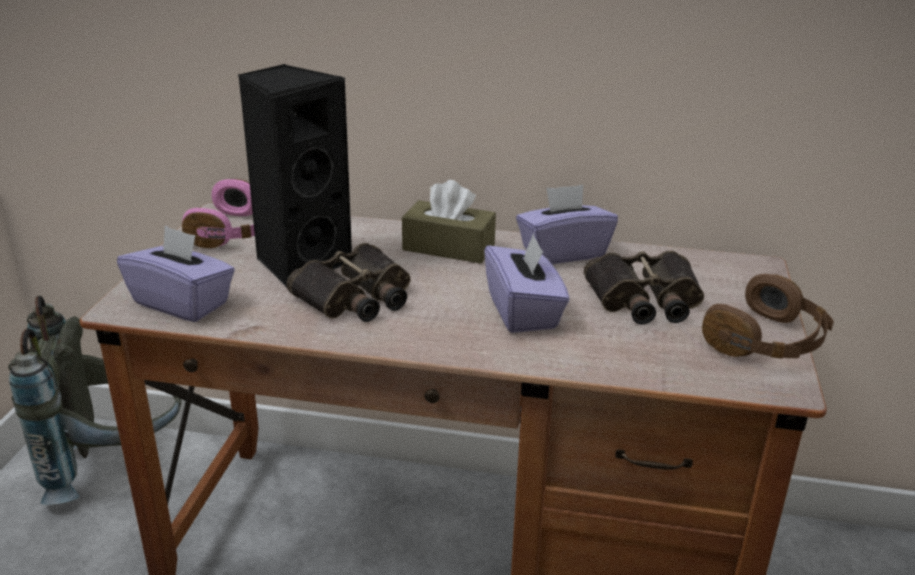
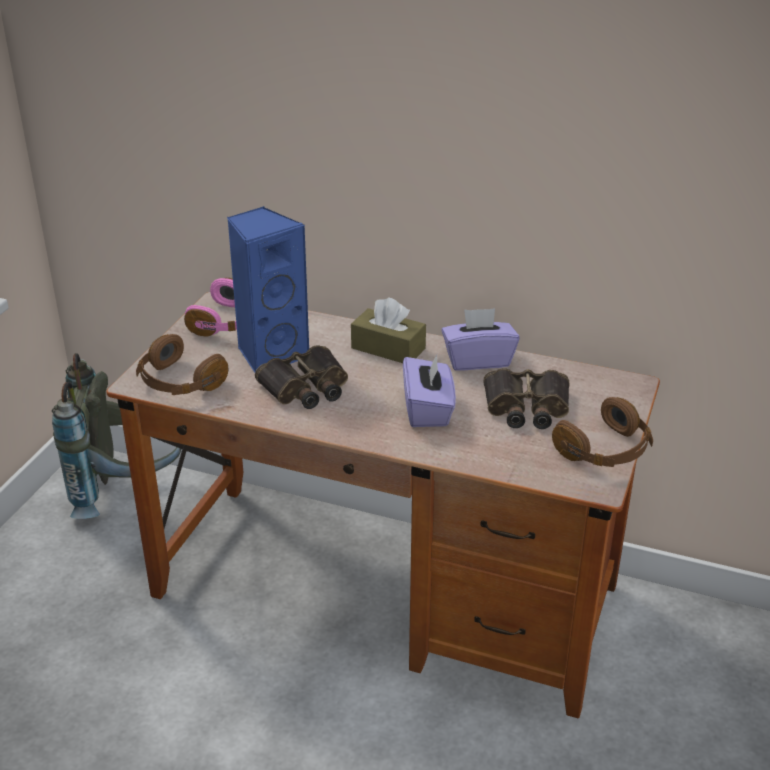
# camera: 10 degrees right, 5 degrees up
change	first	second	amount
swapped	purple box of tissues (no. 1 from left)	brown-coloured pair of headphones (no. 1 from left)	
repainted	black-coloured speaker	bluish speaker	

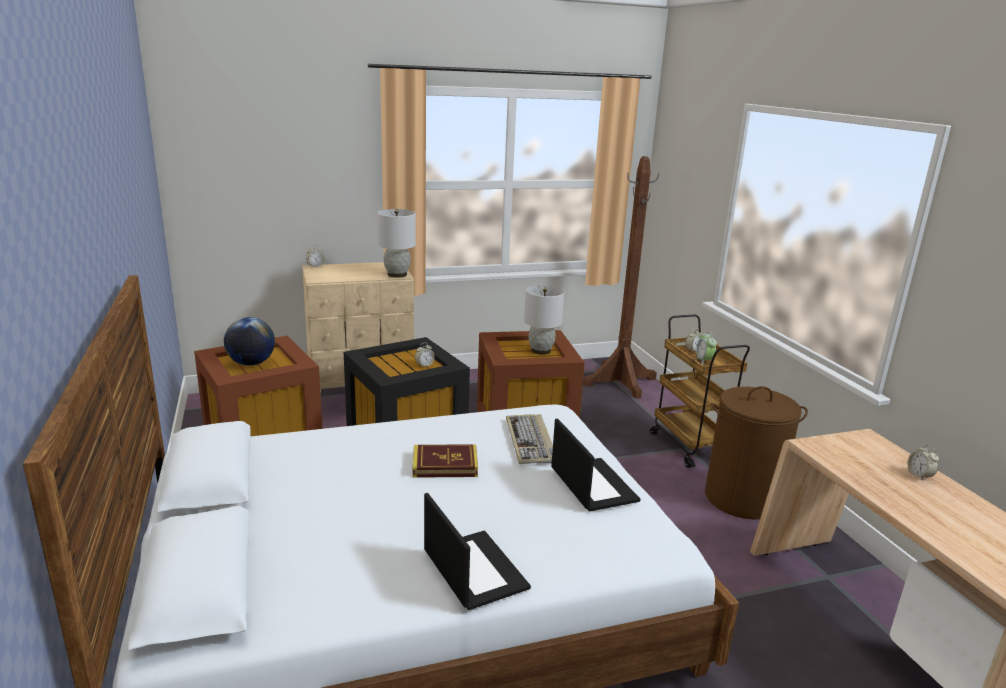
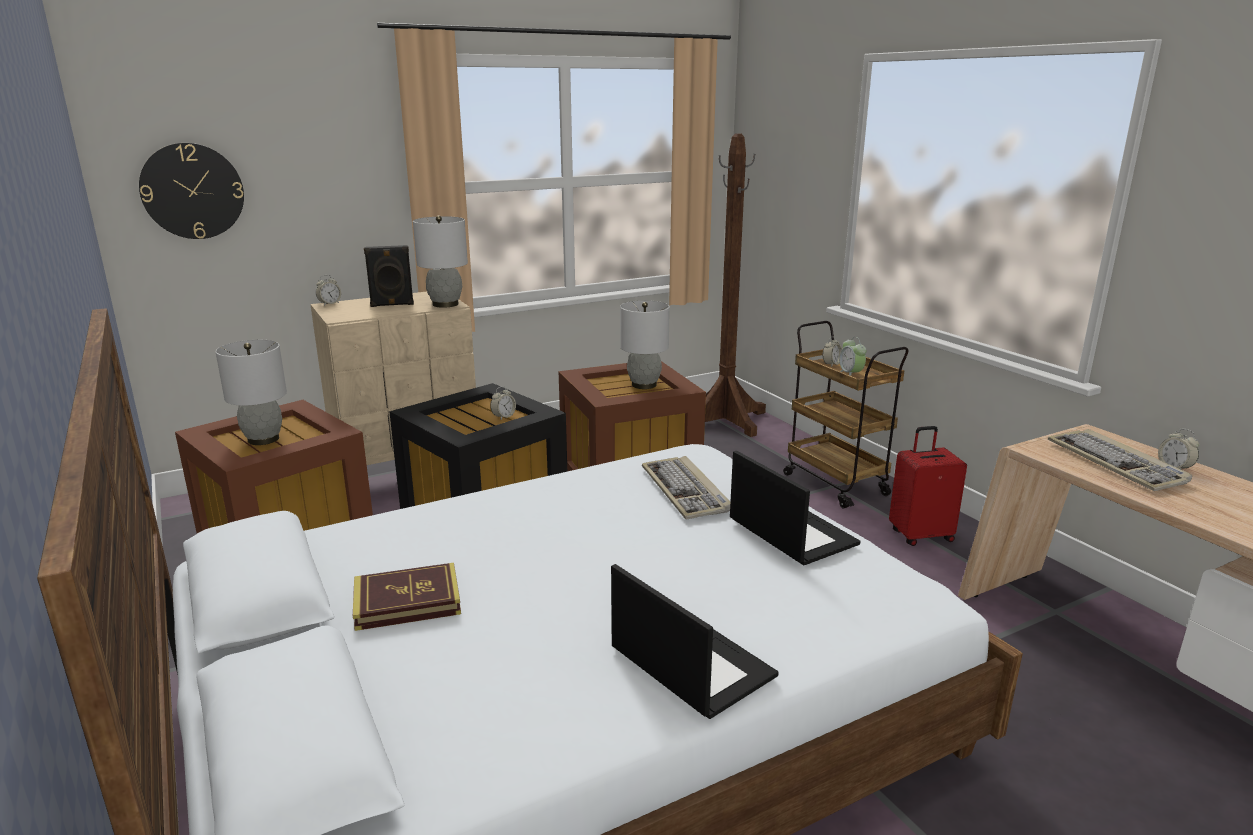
# camera: 10 degrees left, 0 degrees up
change	first	second	amount
new		hanging clock	
swapped	world globe	whitish lamp for a table (no. 1 from left)	
shifted	bound book		
new		black-coloured speaker	
swapped	brown-coloured washing basket	red travel case	
new		keyboard (no. 2 from left)	

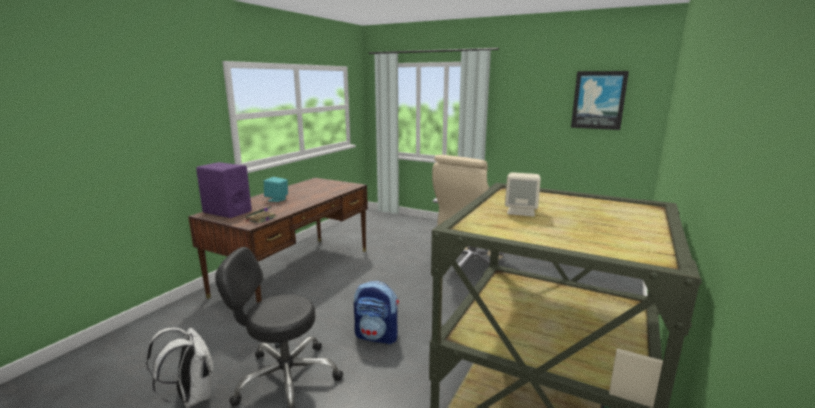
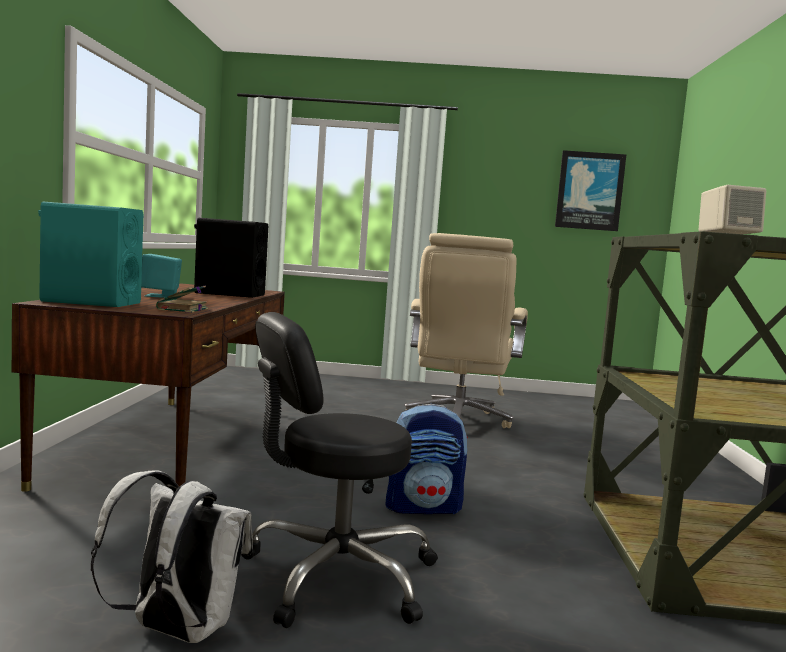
# camera: 25 degrees left, 10 degrees down
change	first	second	amount
repainted	purple speaker	turquoise-coloured speaker (no. 1 from left)	
new		black-coloured speaker	

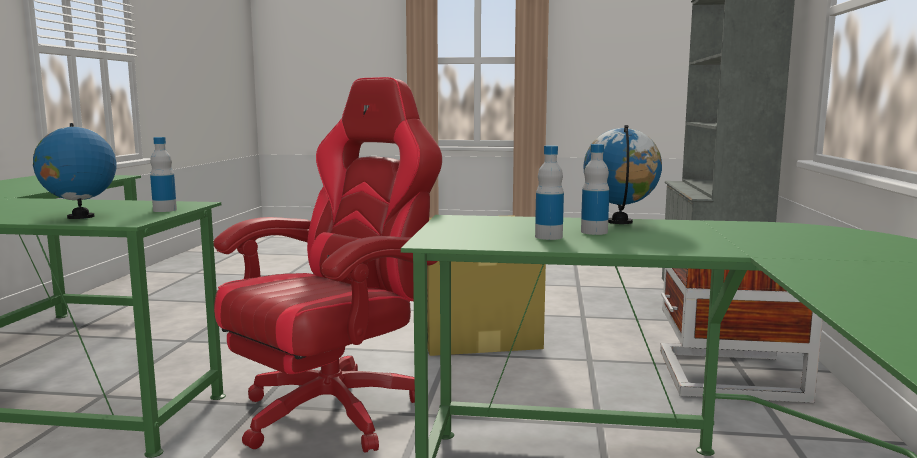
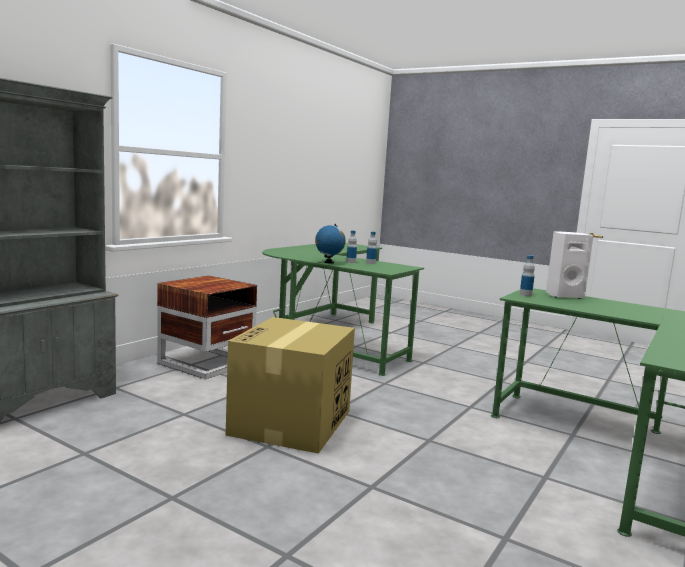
# camera: 155 degrees left, 0 degrees up
change	first	second	amount
swapped	world globe (no. 1 from left)	whitish speaker	
gone	red office chair		

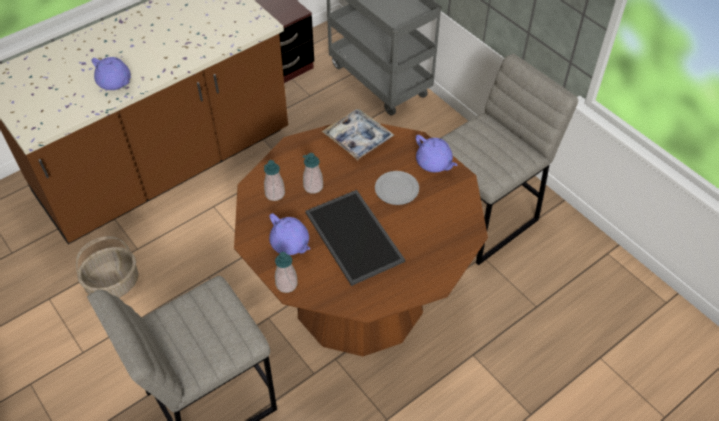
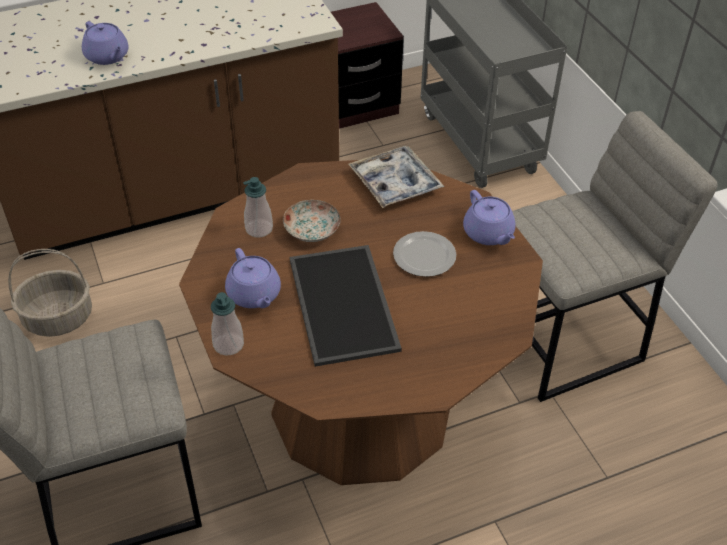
# camera: 15 degrees right, 5 degrees down
change	first	second	amount
swapped	liquid soap bottle (no. 3 from left)	flat dish (no. 1 from left)	

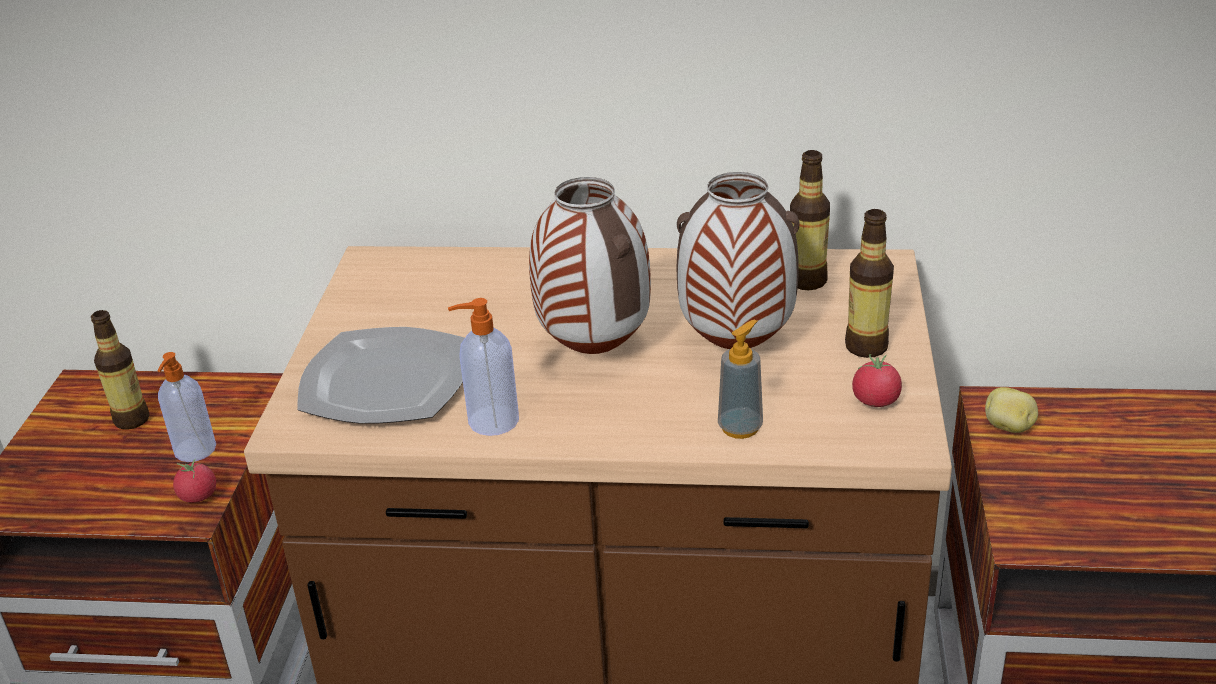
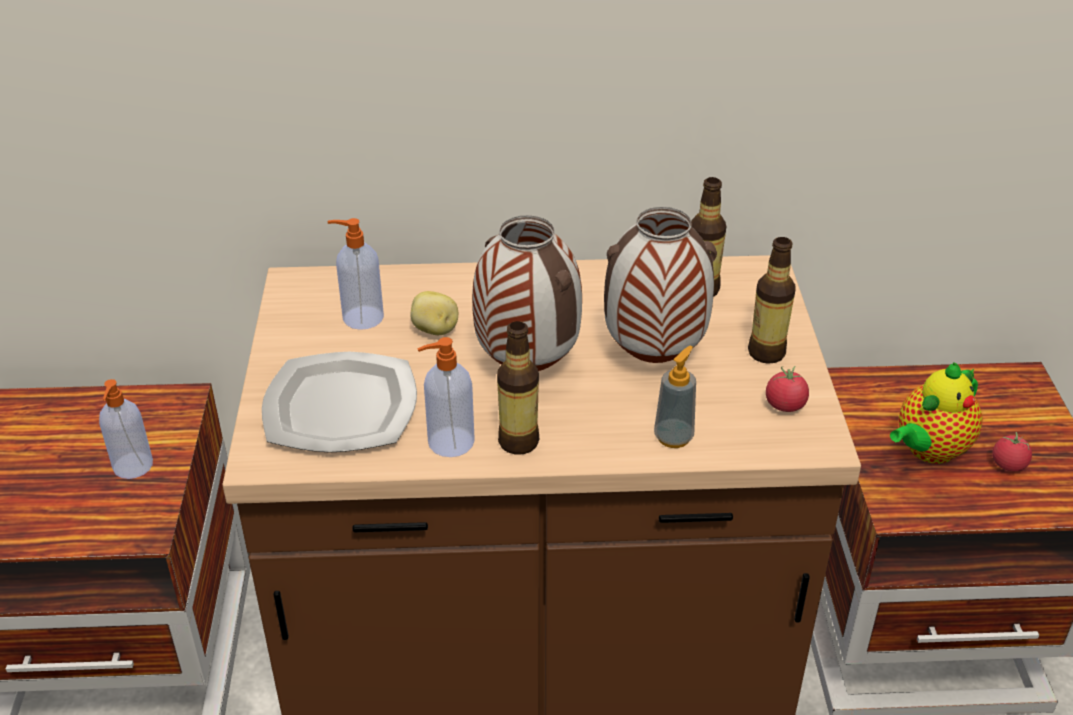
# camera: 10 degrees left, 5 degrees up
change	first	second	amount
new		liquid soap bottle (no. 2 from left)	
shifted	whole potato		
shifted	drink bottle (no. 1 from left)		
new		teapot	
shifted	fresh tomato (no. 1 from left in the first image)	fresh tomato (no. 2 from left)	

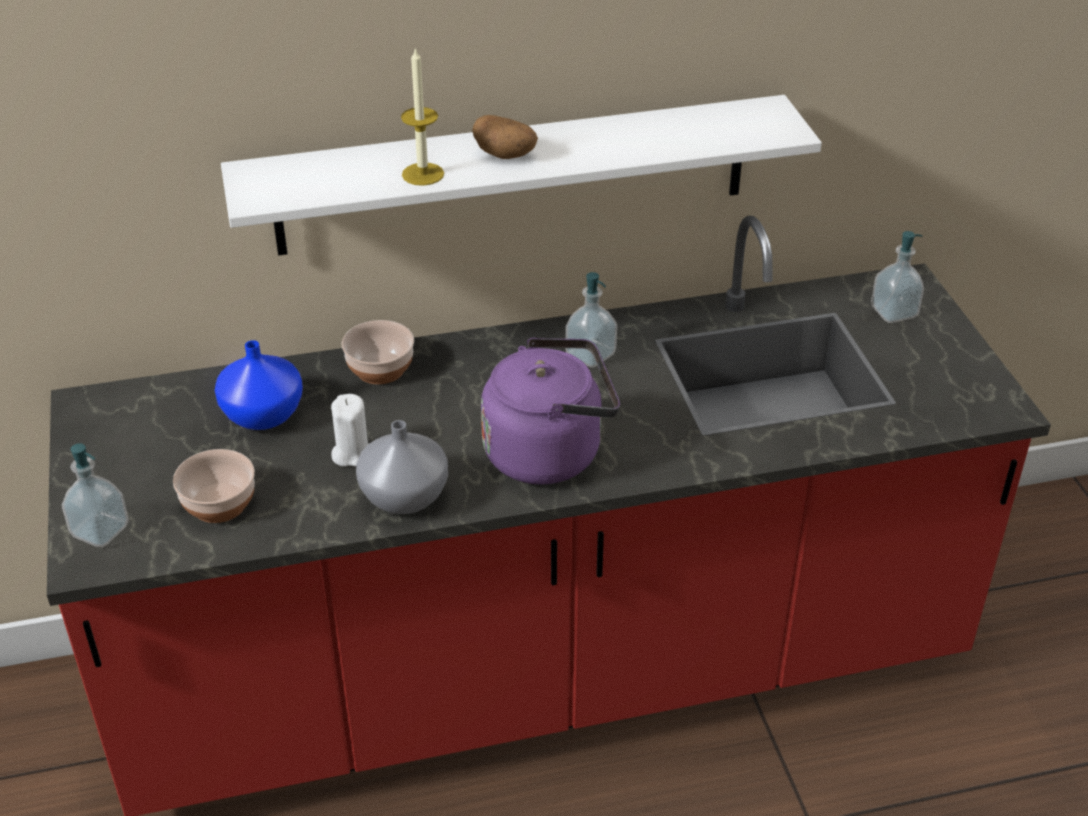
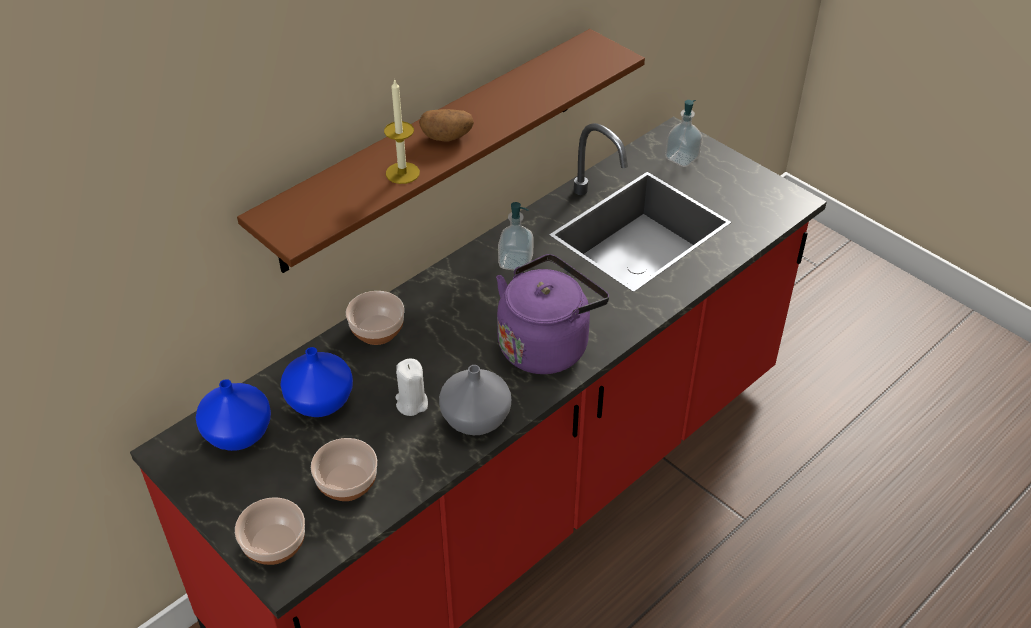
# camera: 30 degrees left, 5 degrees up
change	first	second	amount
new		bluish decorative vase (no. 1 from left)	
swapped	liquid soap bottle (no. 1 from left)	deep dish (no. 1 from left)	
repainted	whitish wall shelf	brown-coloured wall shelf	

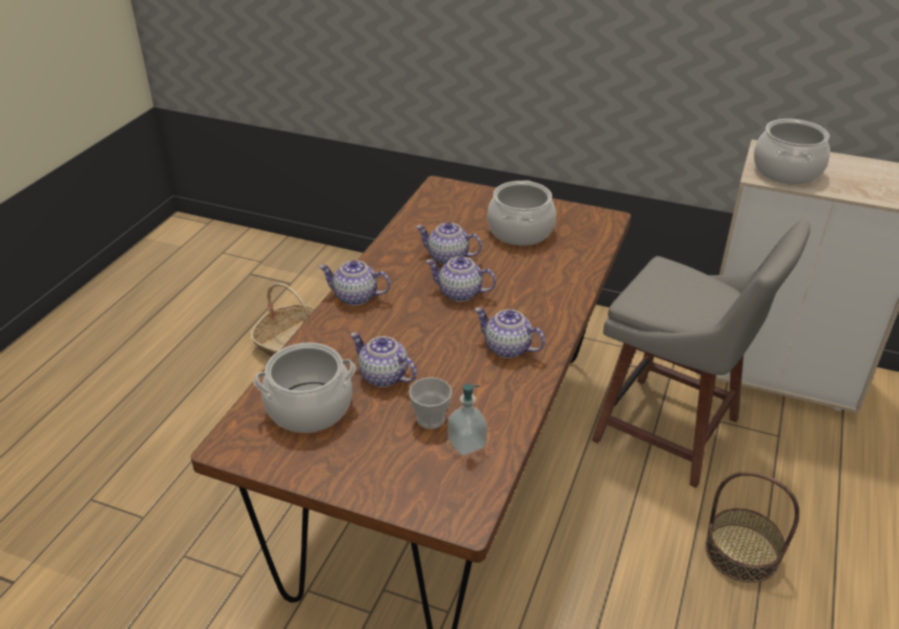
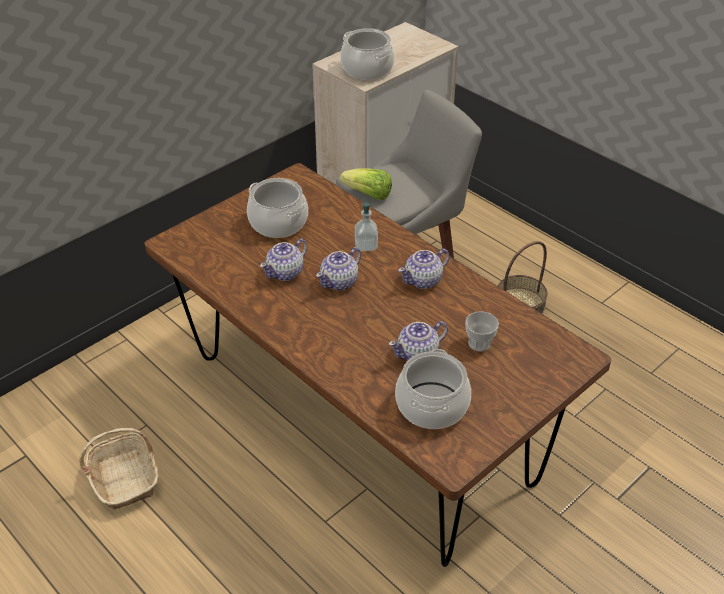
# camera: 65 degrees left, 5 degrees up
change	first	second	amount
new		head of lettuce	
shifted	liquid soap bottle		
gone	teapot (no. 1 from left)		

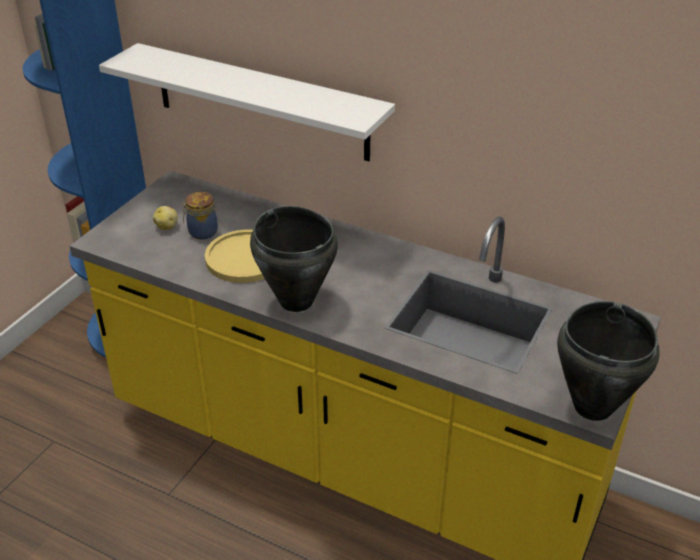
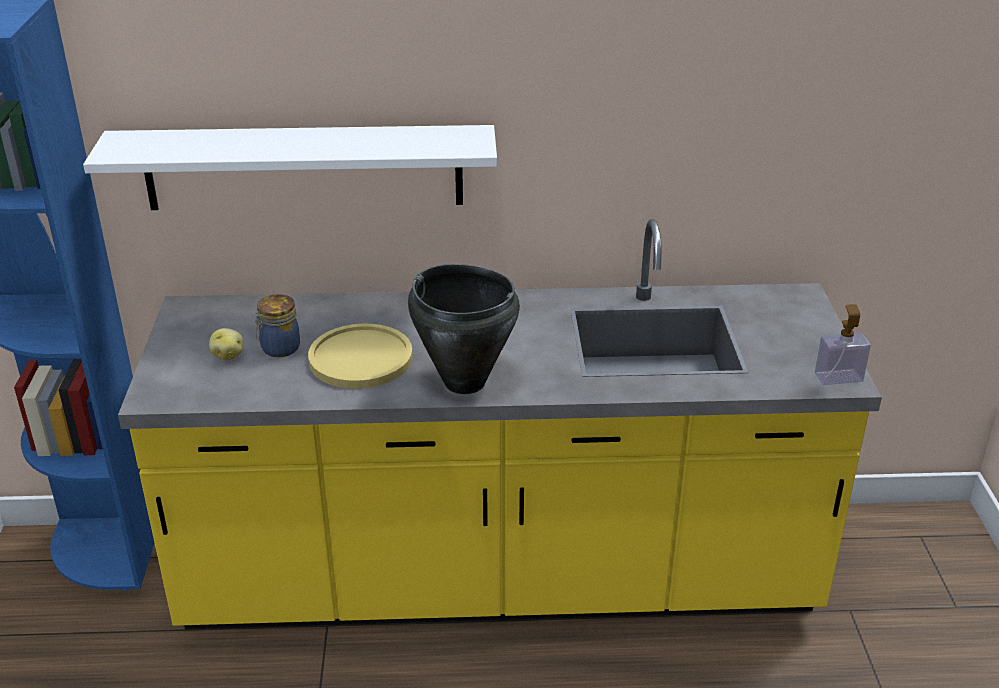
# camera: 30 degrees left, 5 degrees down
change	first	second	amount
swapped	black-coloured saucepot (no. 2 from left)	liquid soap bottle	

